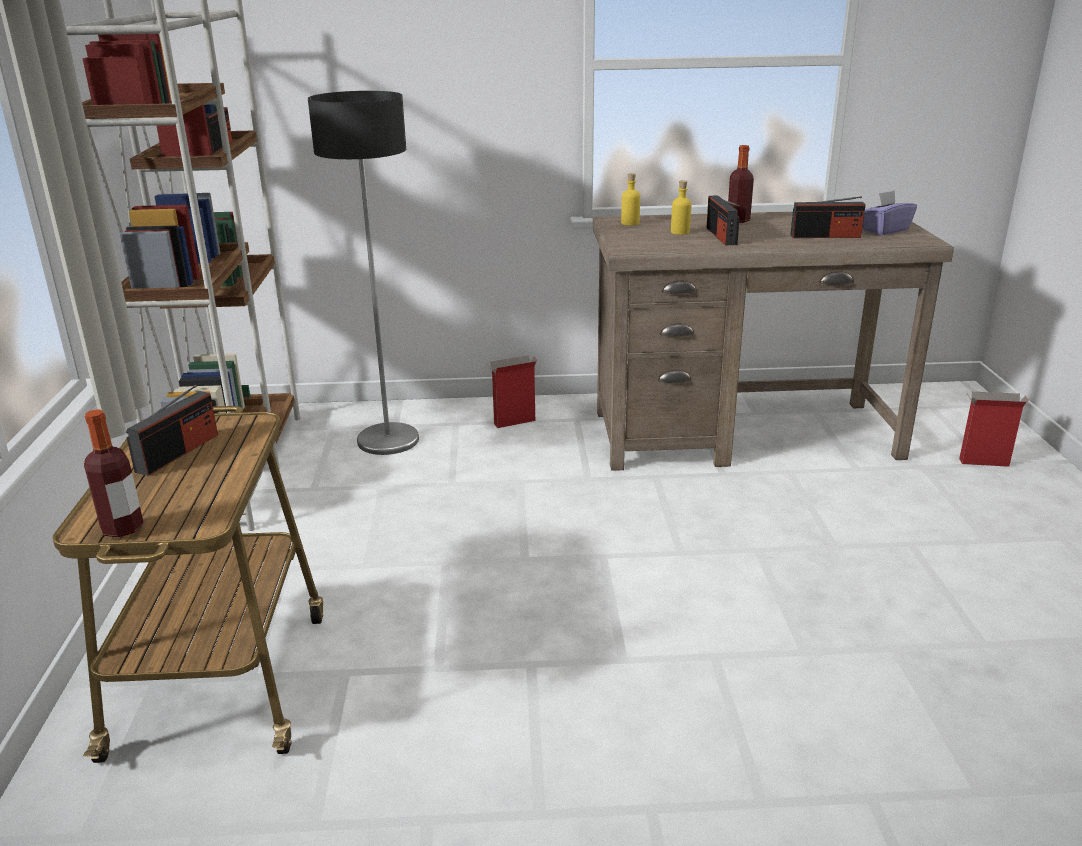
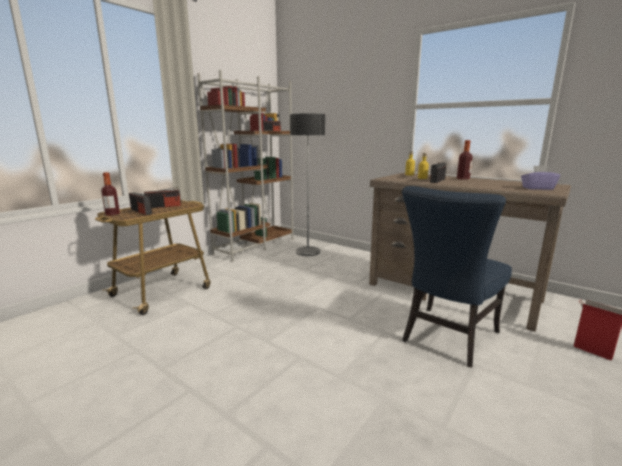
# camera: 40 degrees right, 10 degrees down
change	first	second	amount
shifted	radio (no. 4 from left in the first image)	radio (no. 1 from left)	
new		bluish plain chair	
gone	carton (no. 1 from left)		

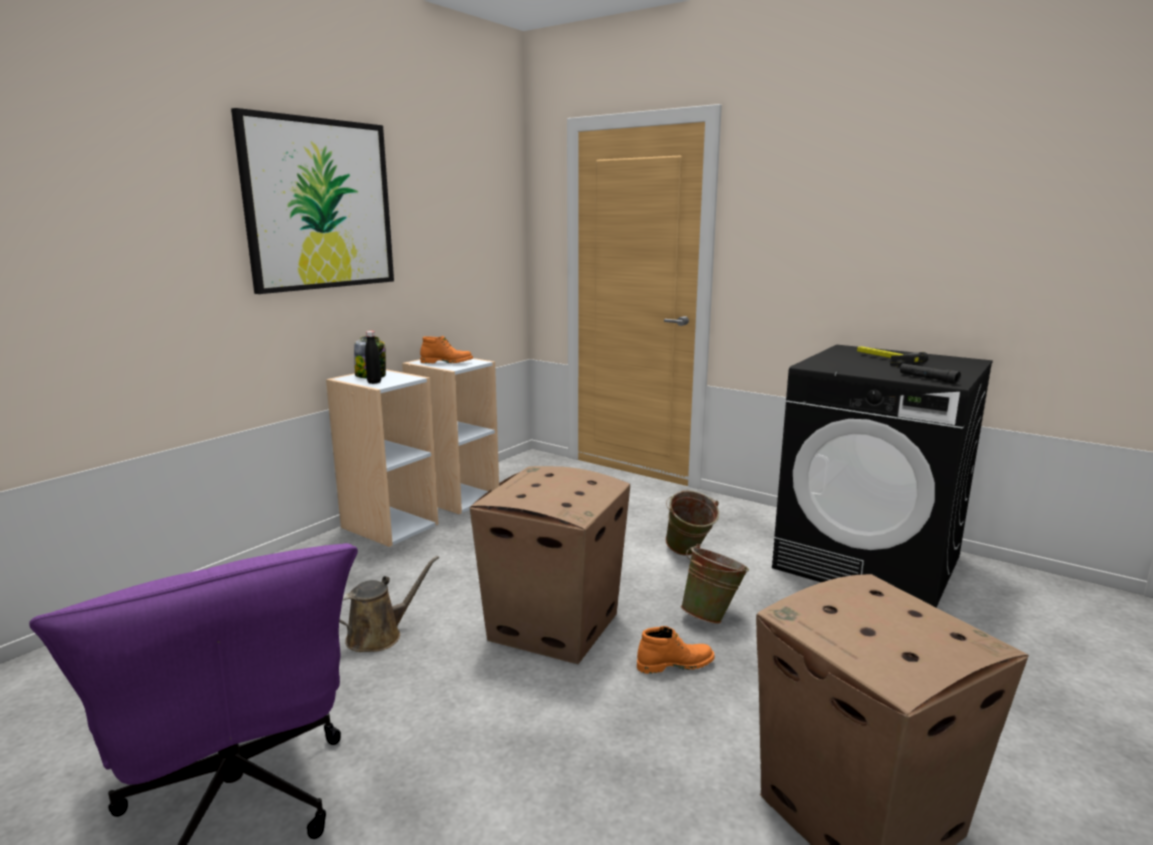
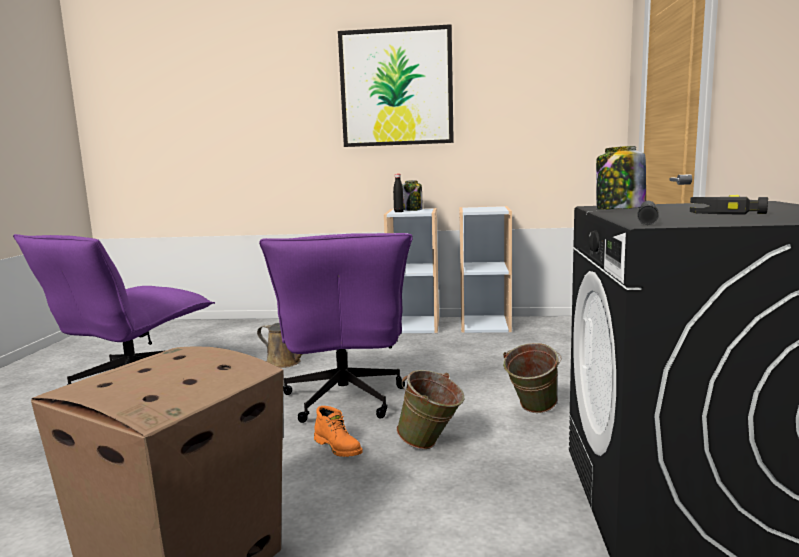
# camera: 60 degrees right, 5 degrees down
change	first	second	amount
swapped	carton (no. 1 from left)	purple office chair (no. 2 from left)	
new		preserve jar (no. 2 from left)	
gone	orange high-top boot (no. 1 from left)		

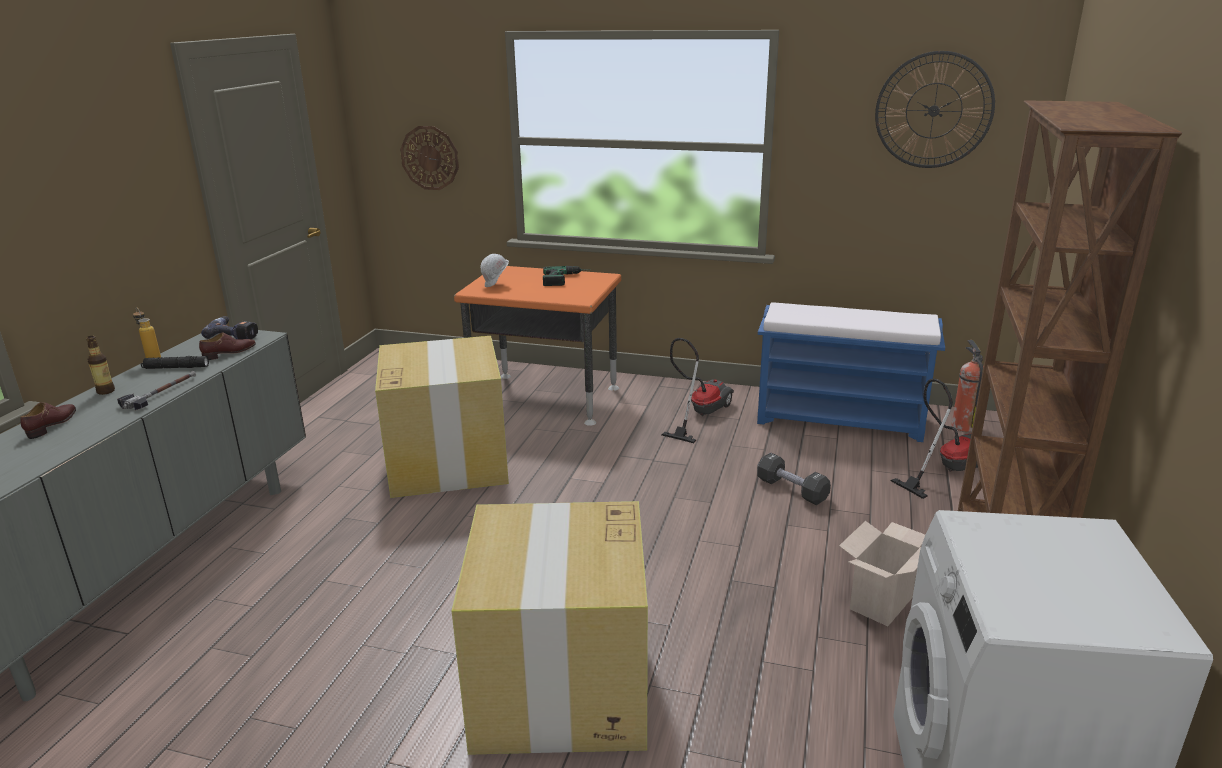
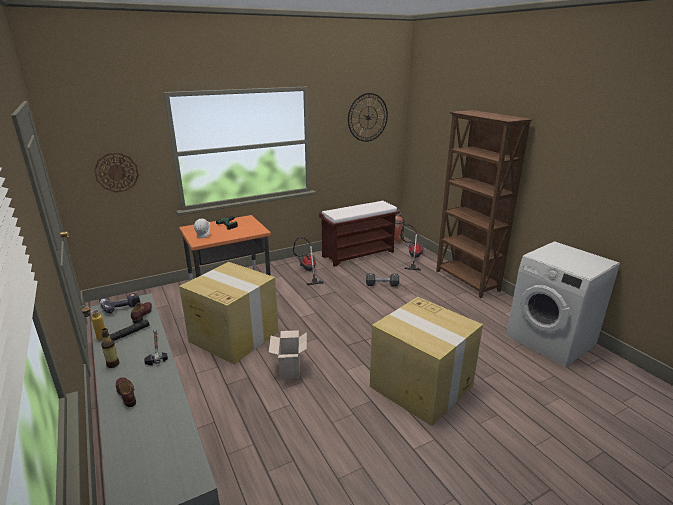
# camera: 45 degrees left, 0 degrees up
change	first	second	amount
shifted	carton (no. 3 from left in the first image)	carton (no. 2 from left)	
repainted	bluish long seat	brown-coloured long seat	

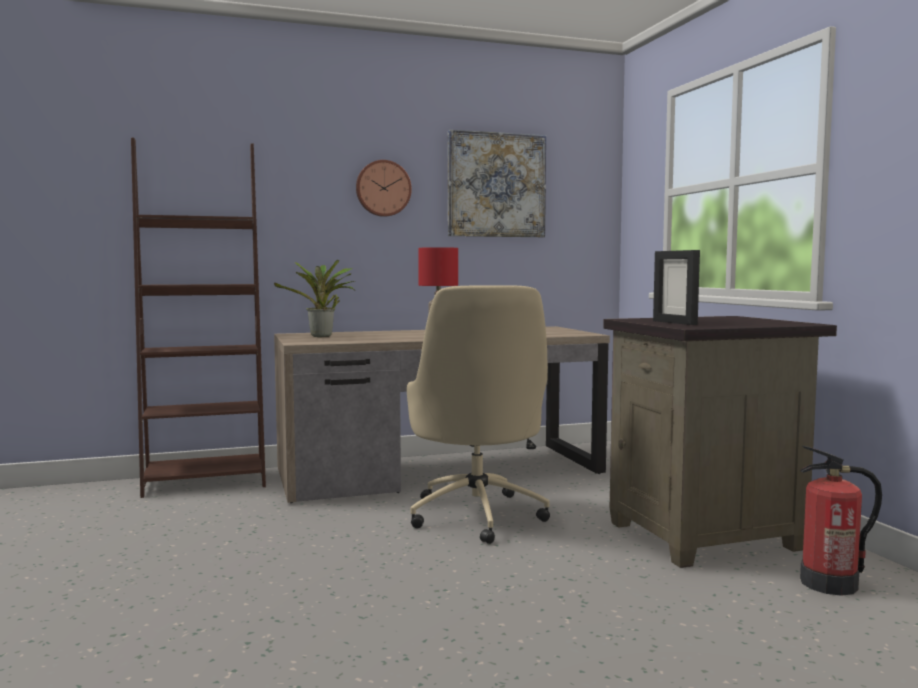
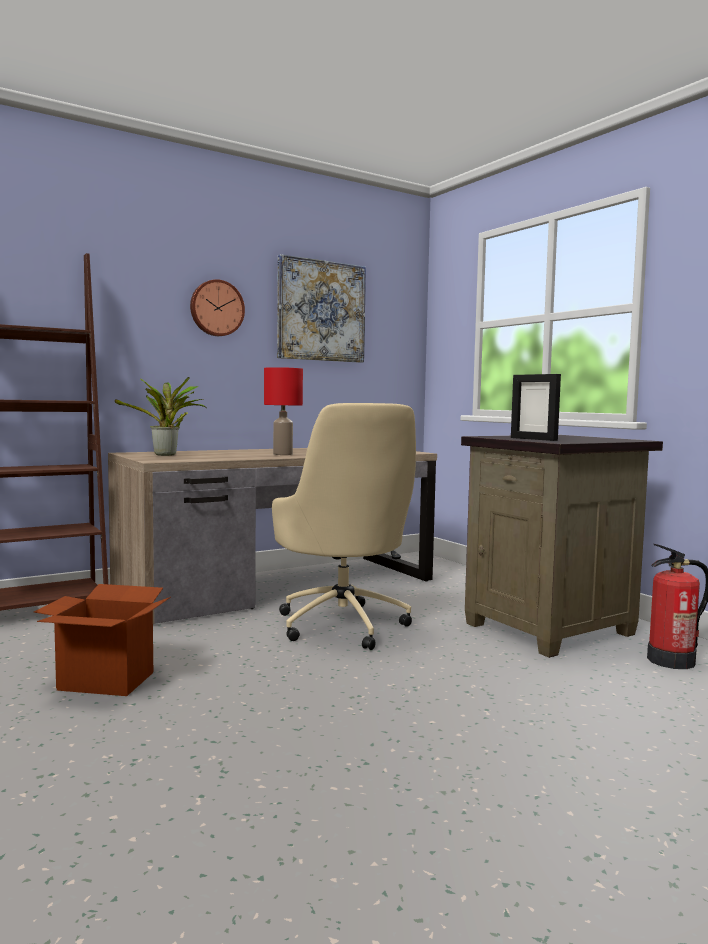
# camera: 15 degrees left, 0 degrees up
change	first	second	amount
new		carton	

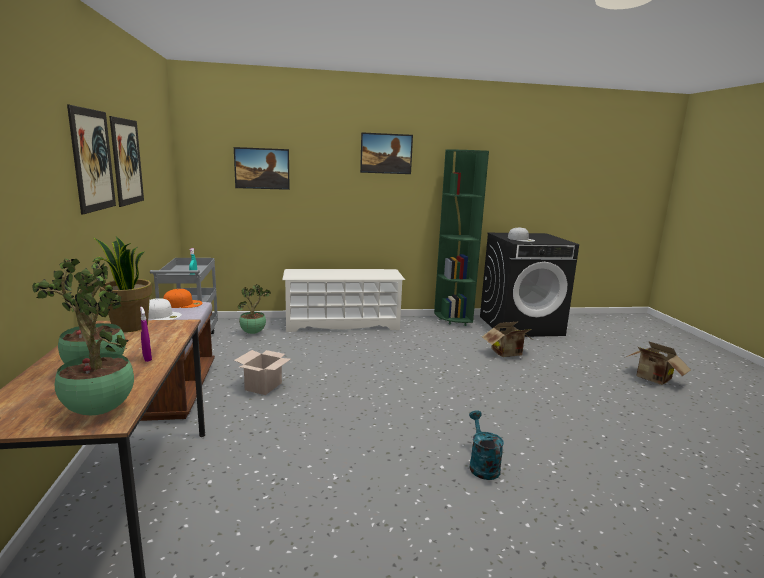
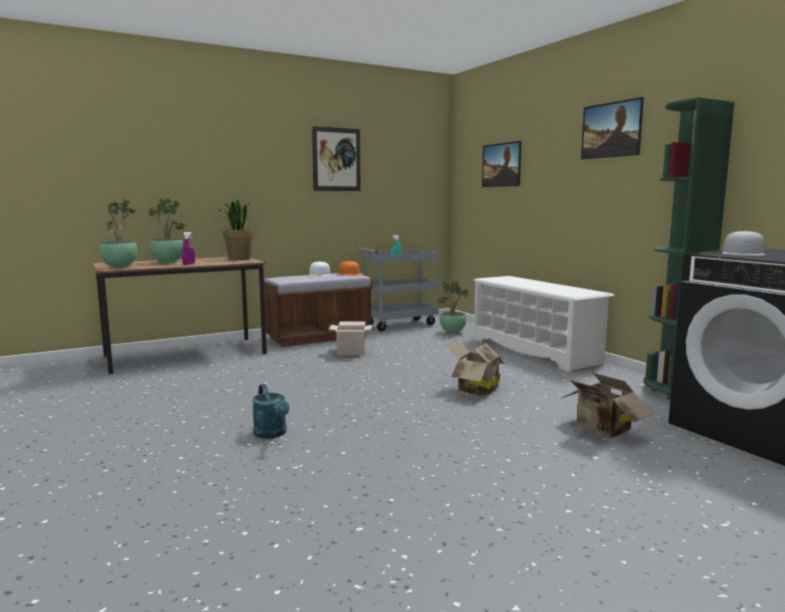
# camera: 70 degrees right, 5 degrees down
change	first	second	amount
rotated	turquoise-coloured sprinkling can		90 degrees clockwise
shifted	carton (no. 3 from left in the first image)	carton (no. 2 from left)	
gone	wall picture (no. 1 from left)		

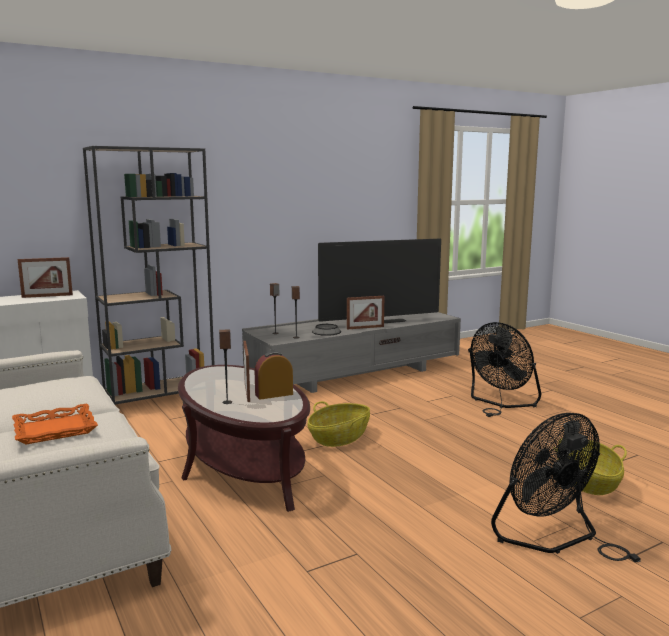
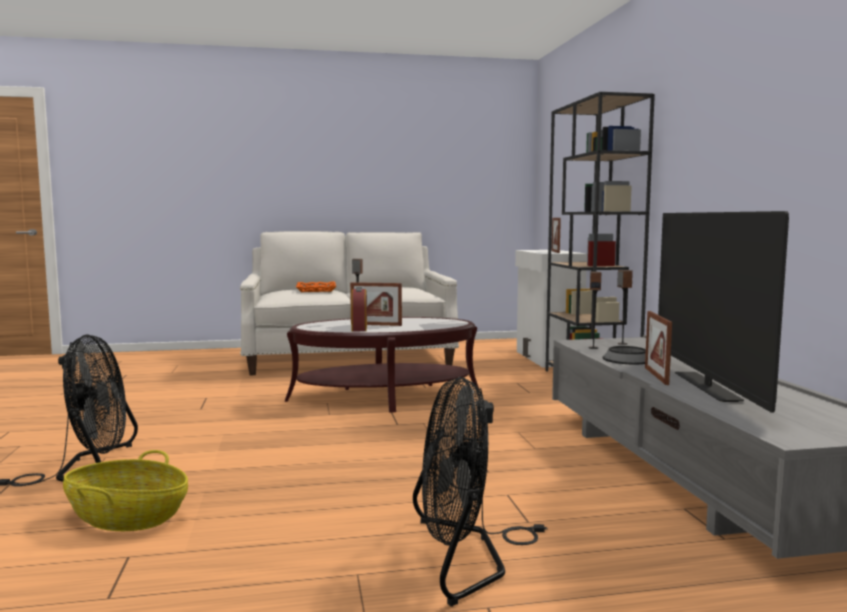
# camera: 110 degrees right, 5 degrees down
change	first	second	amount
rotated	black-coloured fan (no. 1 from left in the first image)	black-coloured fan (no. 2 from left)	105 degrees clockwise
gone	storage basket (no. 1 from left)		

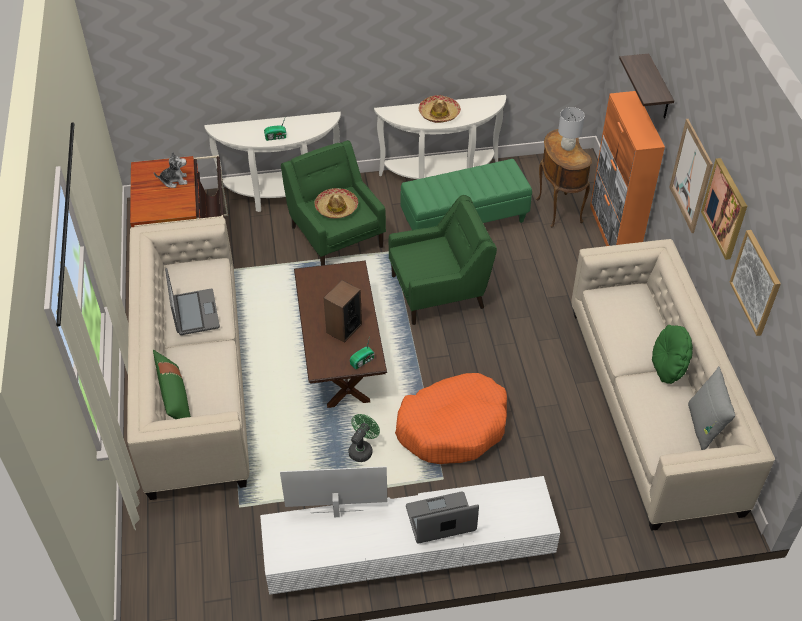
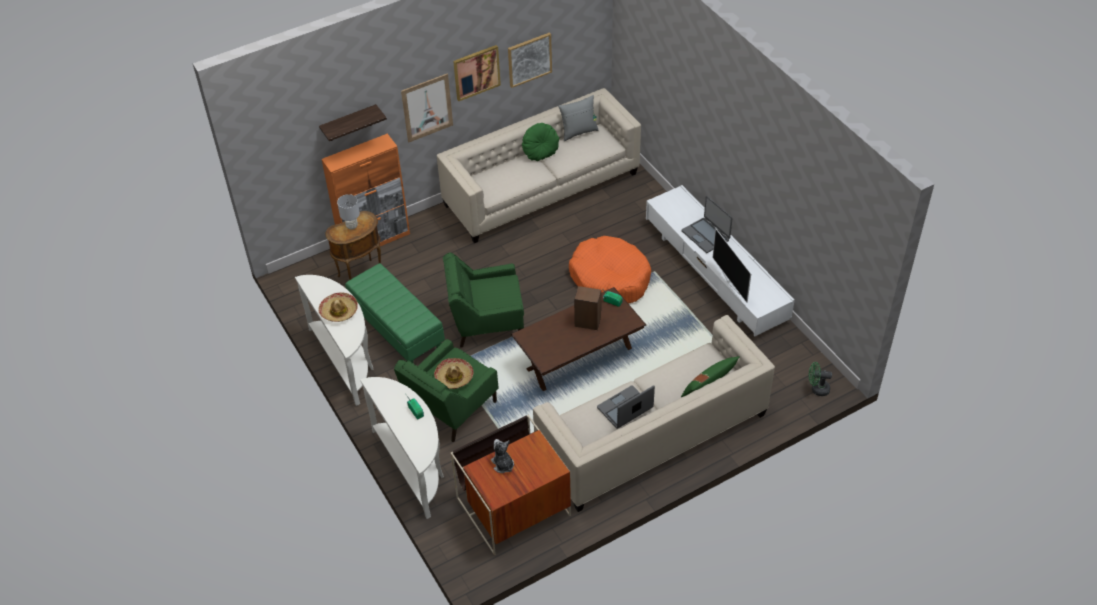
# camera: 110 degrees left, 0 degrees up
change	first	second	amount
rotated	green-coloured lounge chair (no. 2 from left)		60 degrees counterclockwise
shifted	green-coloured fan		

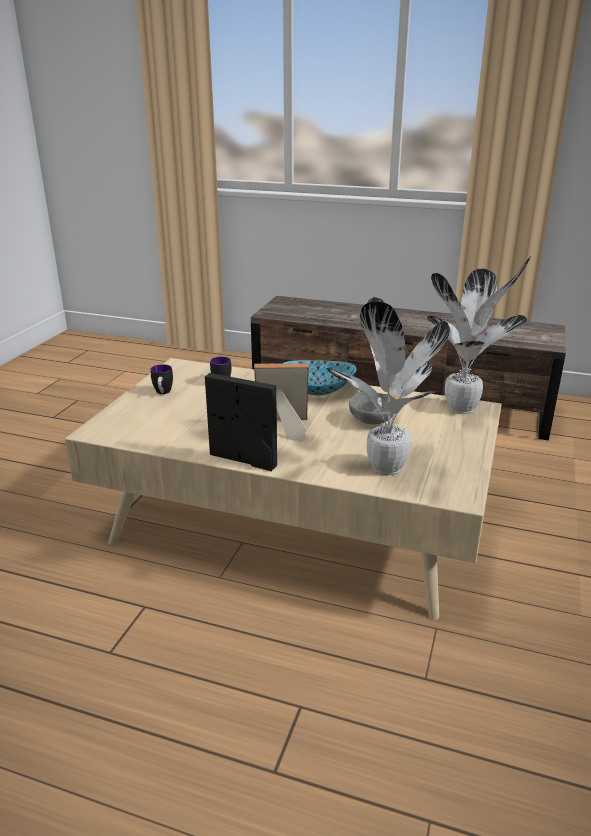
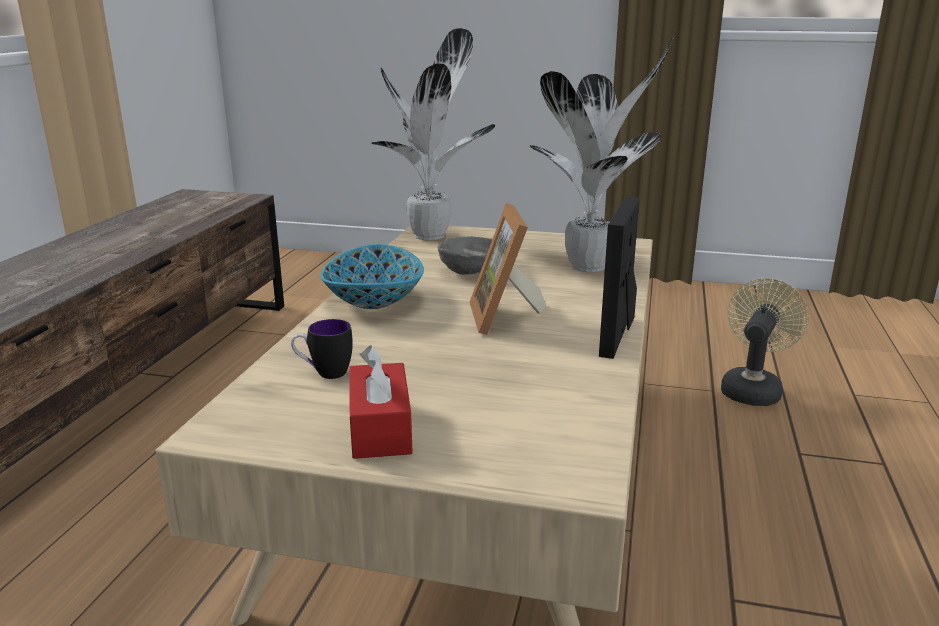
# camera: 95 degrees left, 5 degrees down
change	first	second	amount
swapped	coffee mug (no. 1 from left)	red box of tissues	
new		sand-coloured fan	

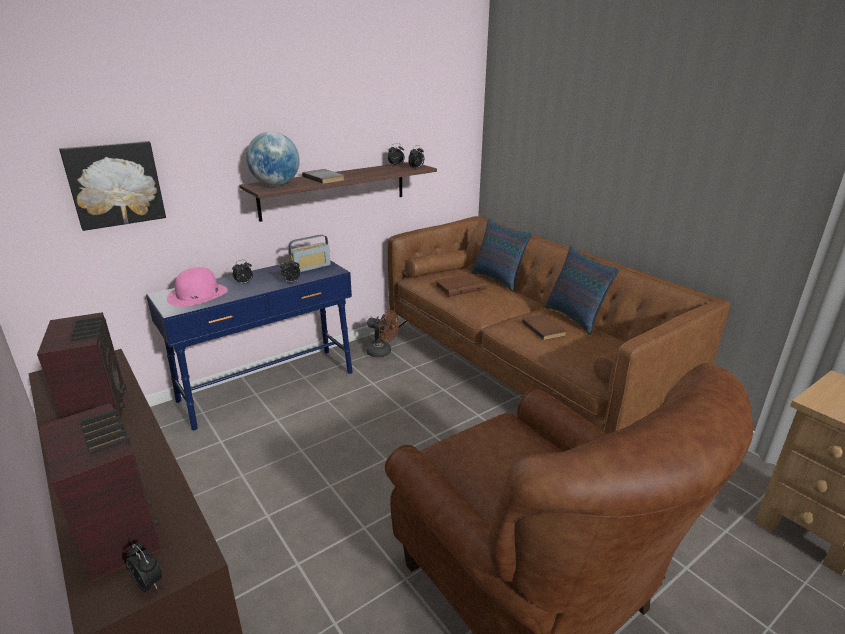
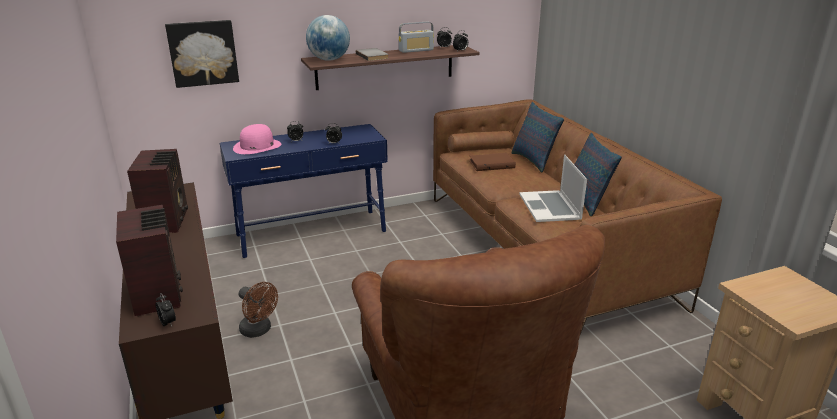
# camera: 15 degrees right, 0 degrees up
change	first	second	amount
shifted	brown-coloured fan		
shifted	radio (no. 3 from left)		
swapped	brown-coloured bound book (no. 2 from left)	portable computer	

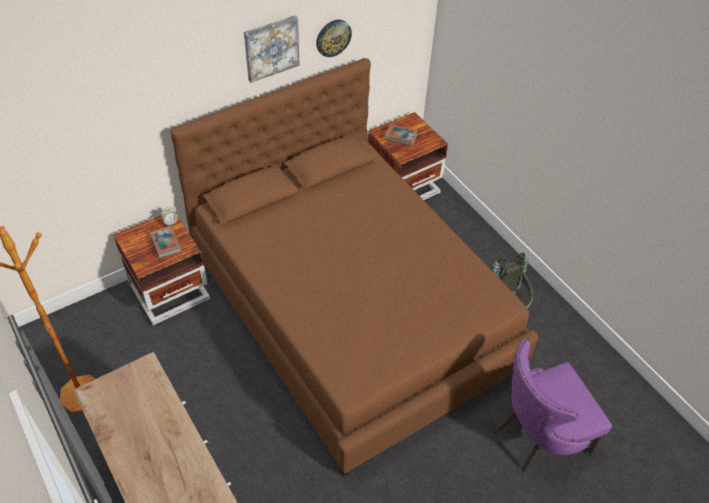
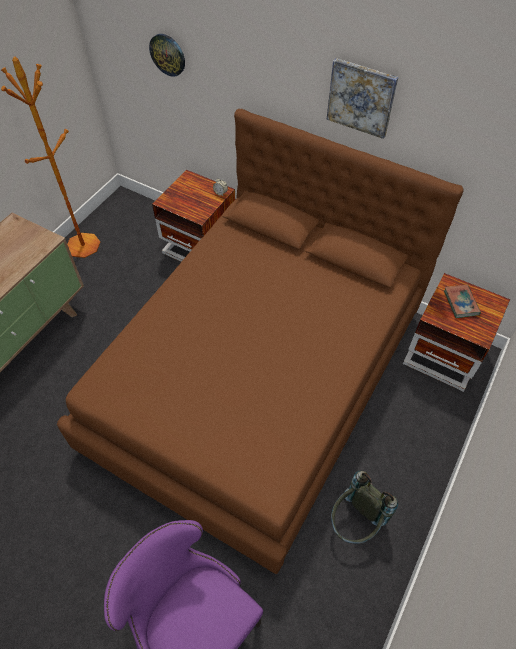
# camera: 65 degrees right, 5 degrees up
change	first	second	amount
shifted	hanging clock		
gone	bound book (no. 1 from left)		

